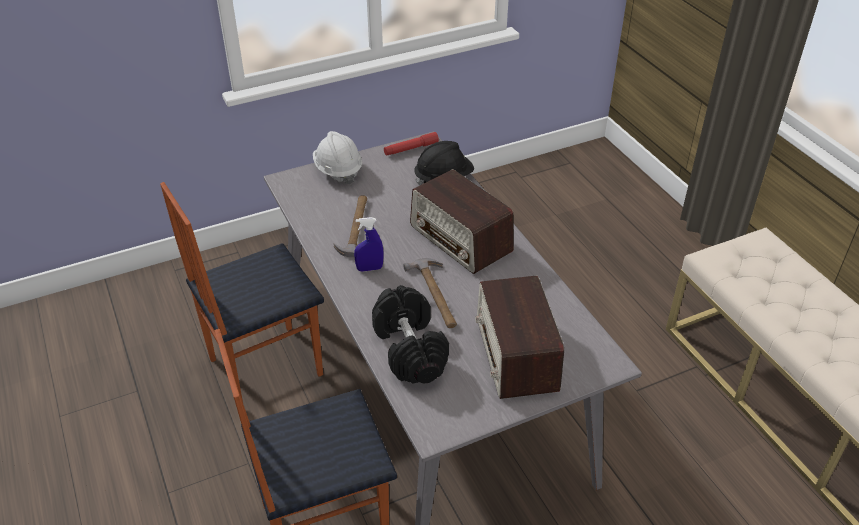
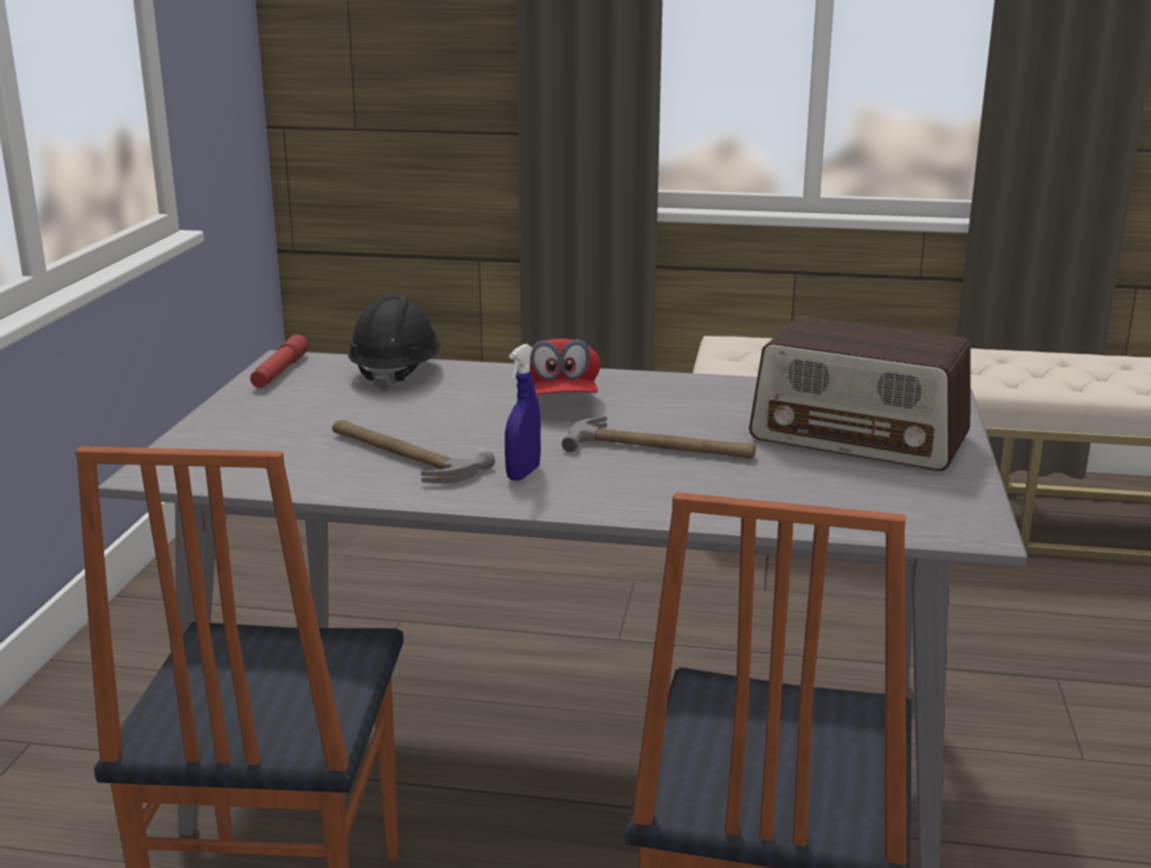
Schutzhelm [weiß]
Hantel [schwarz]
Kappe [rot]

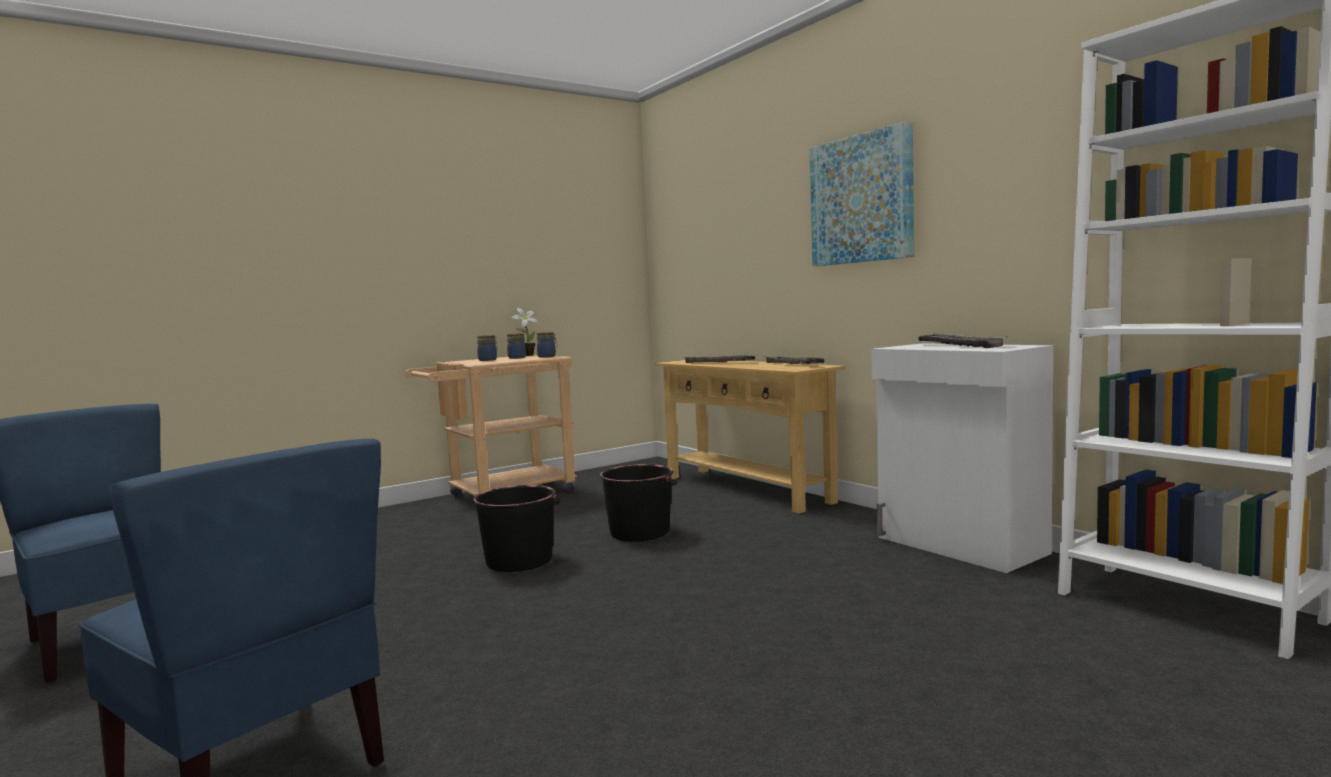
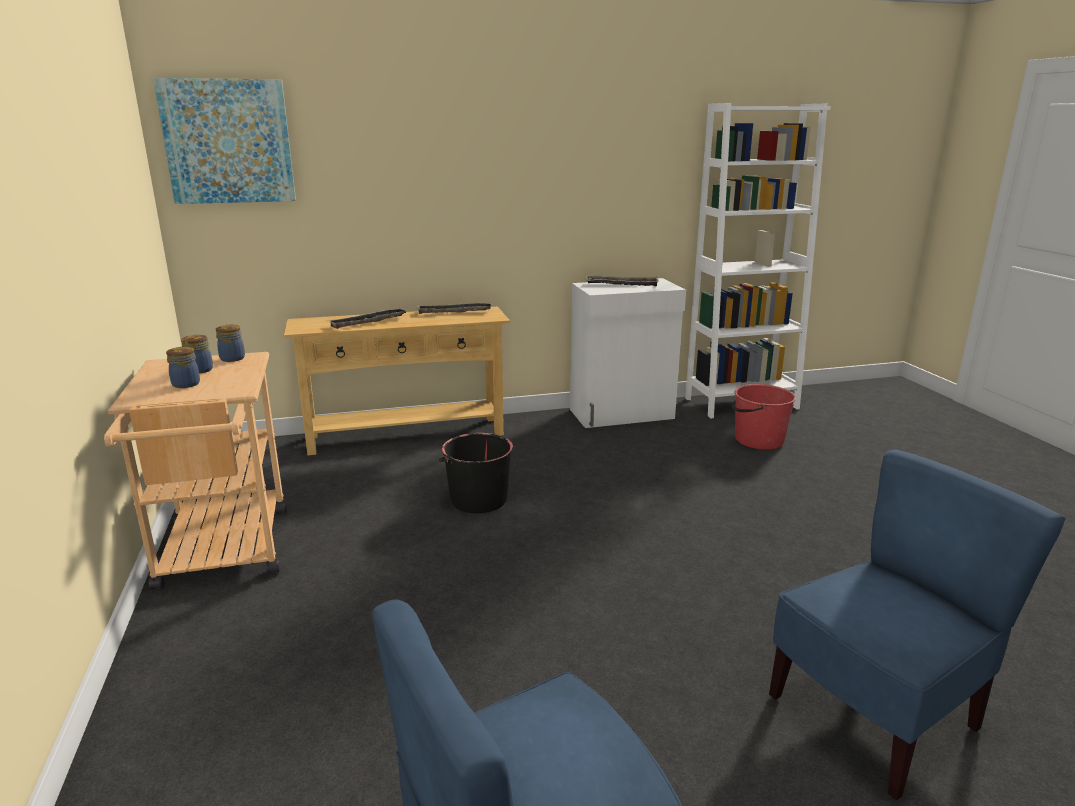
Eimer [schwarz] (no. 1 from left in the first image)
Topfpflanze
Bild
Eimer [rot]

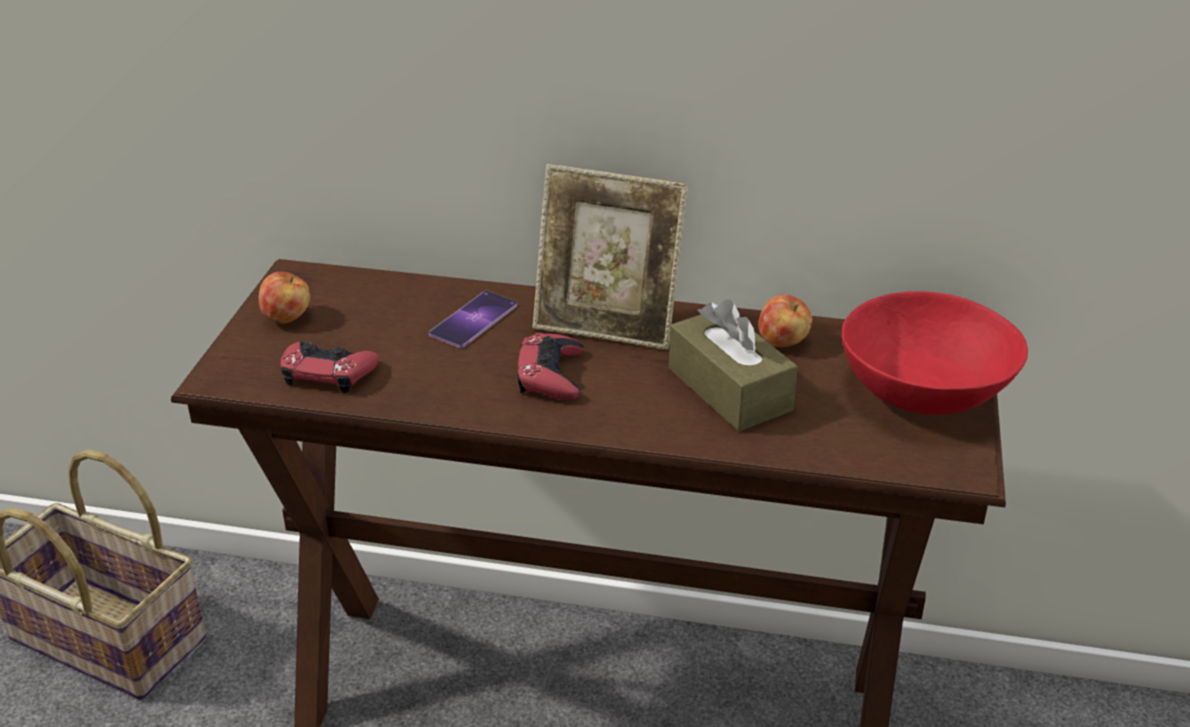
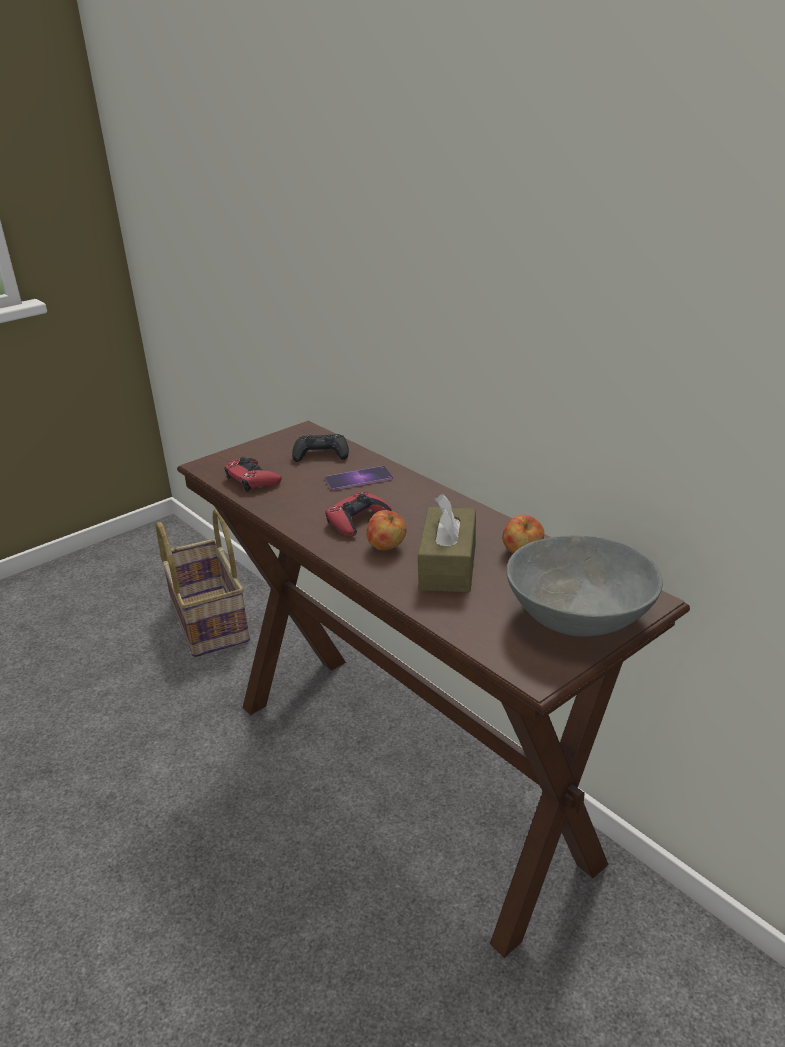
Apfel (no. 1 from left)
Bilderrahmen
Schüssel [grau]
Gamepad [schwarz]

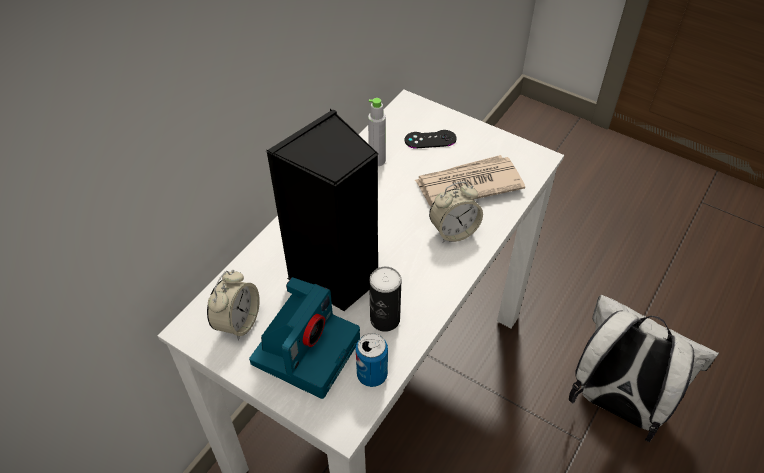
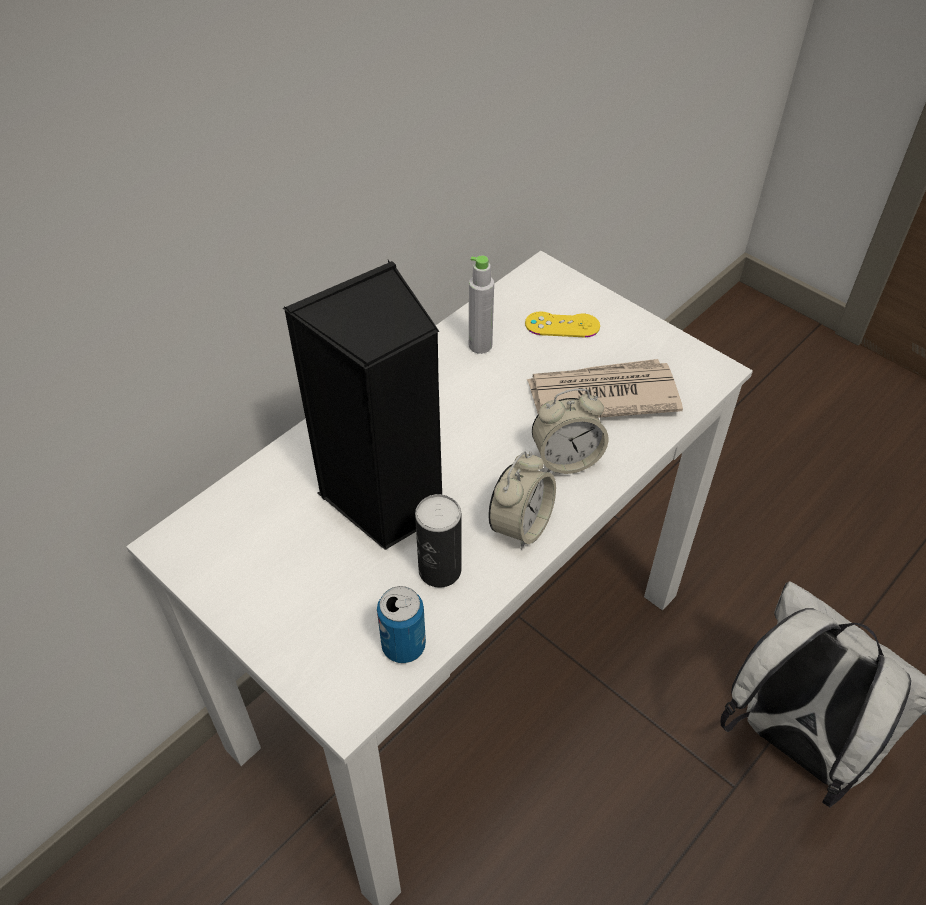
Wecker (no. 1 from left)
Kamera
Gamepad [gelb]

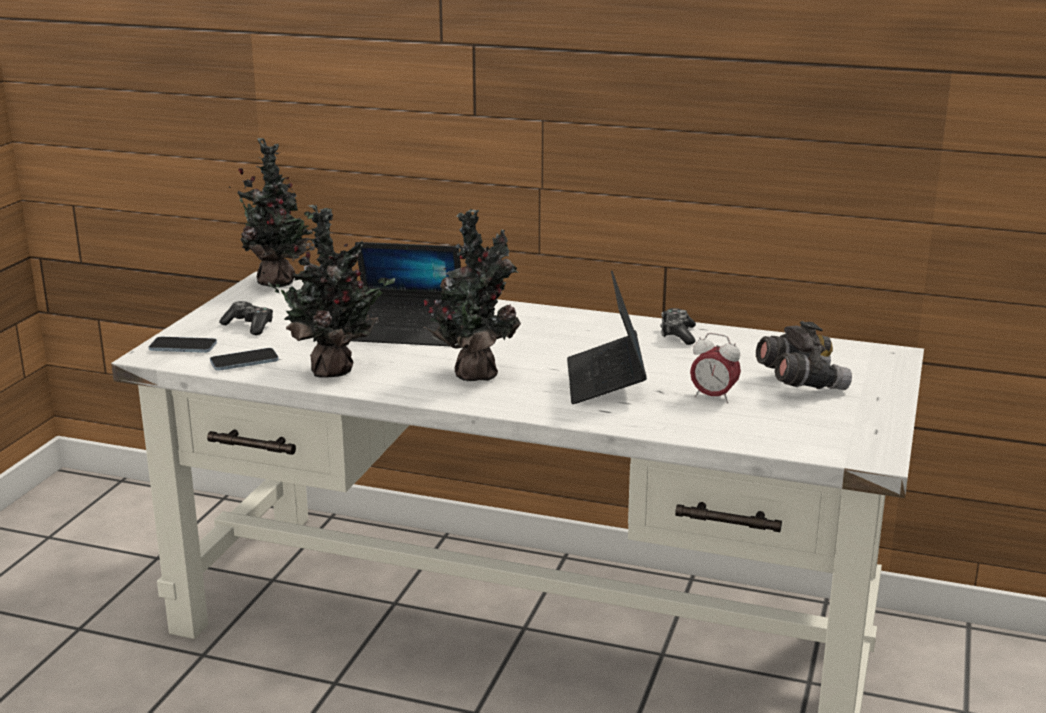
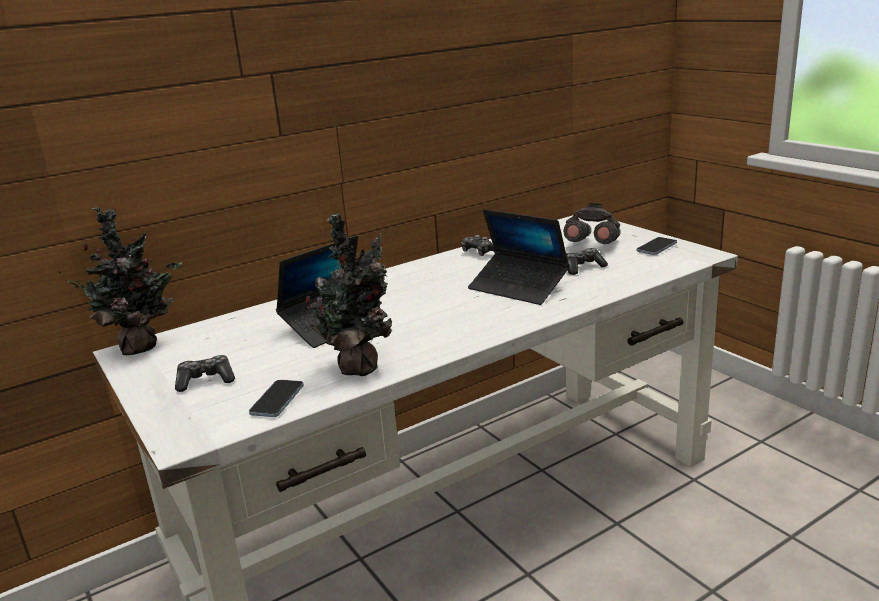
Handy (no. 2 from left)
Topfpflanze (no. 3 from left in the first image)
Gamepad (no. 3 from left)

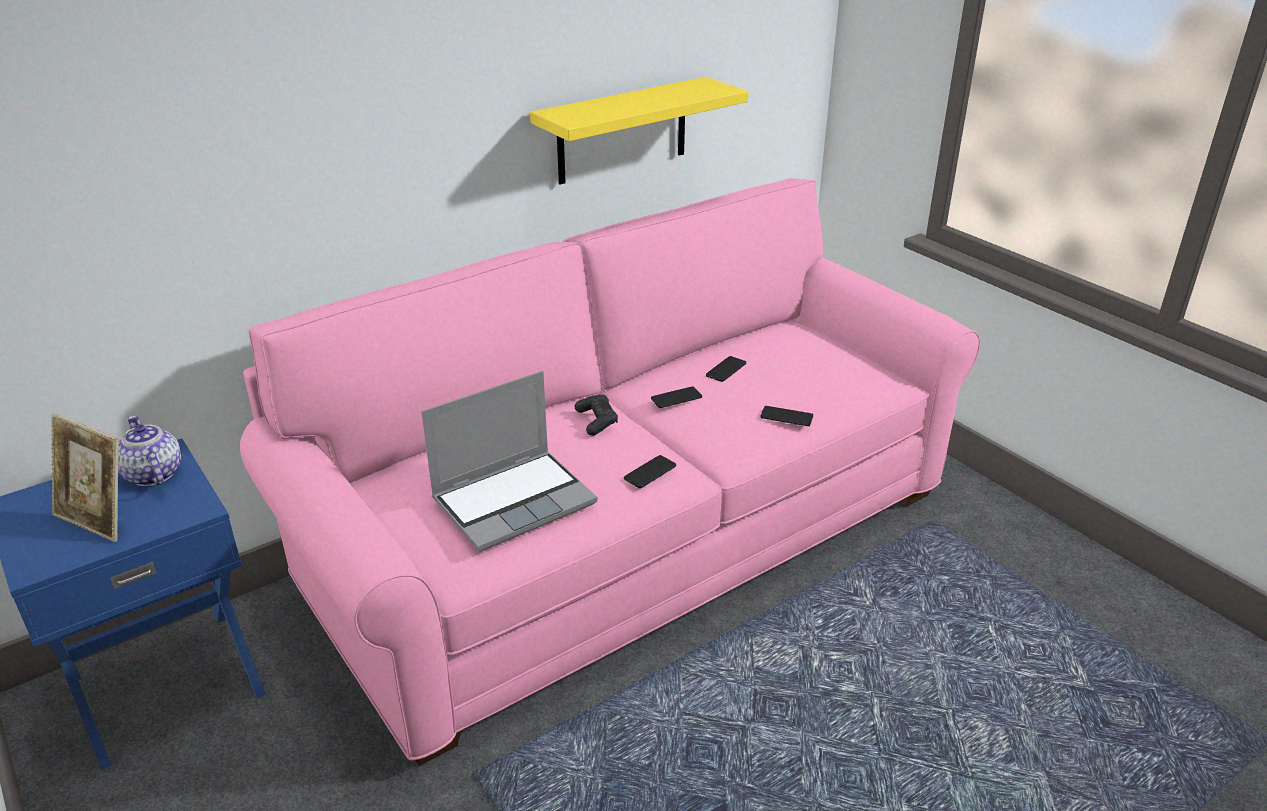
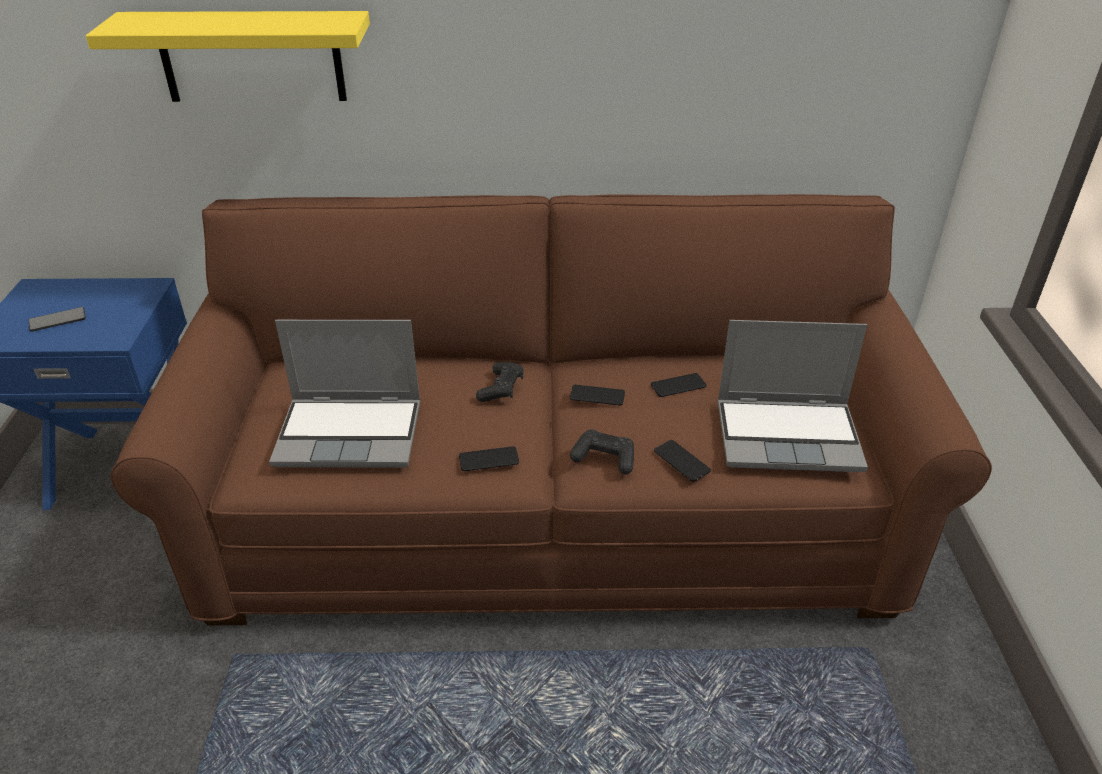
Handy (no. 1 from left)
Teekanne
Sofa [braun]
Wandregal [gelb]
Gamepad [schwarz] (no. 2 from left)
Laptop (no. 2 from left)

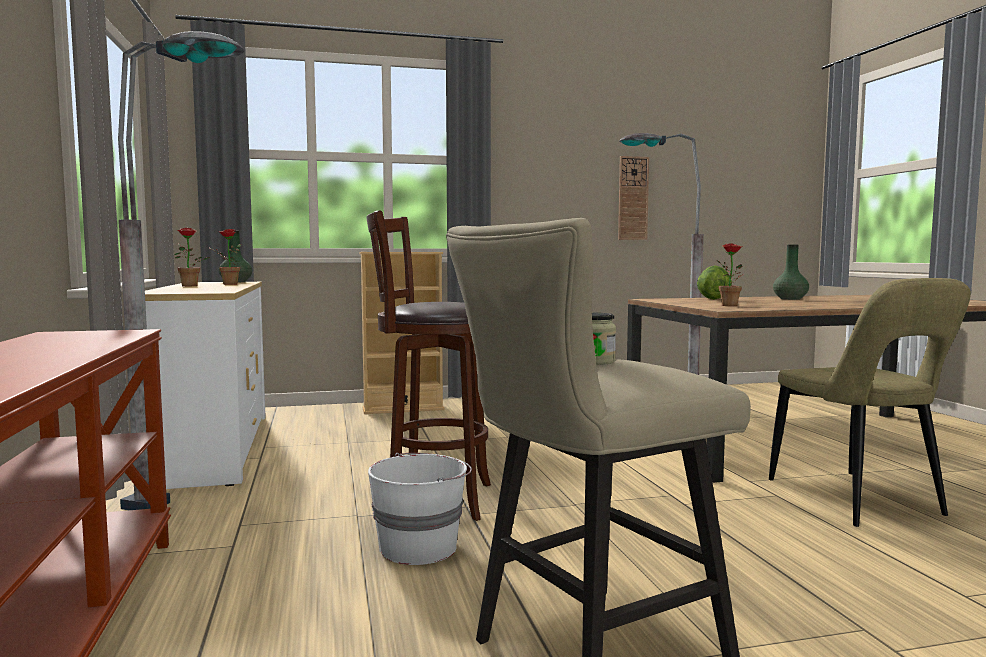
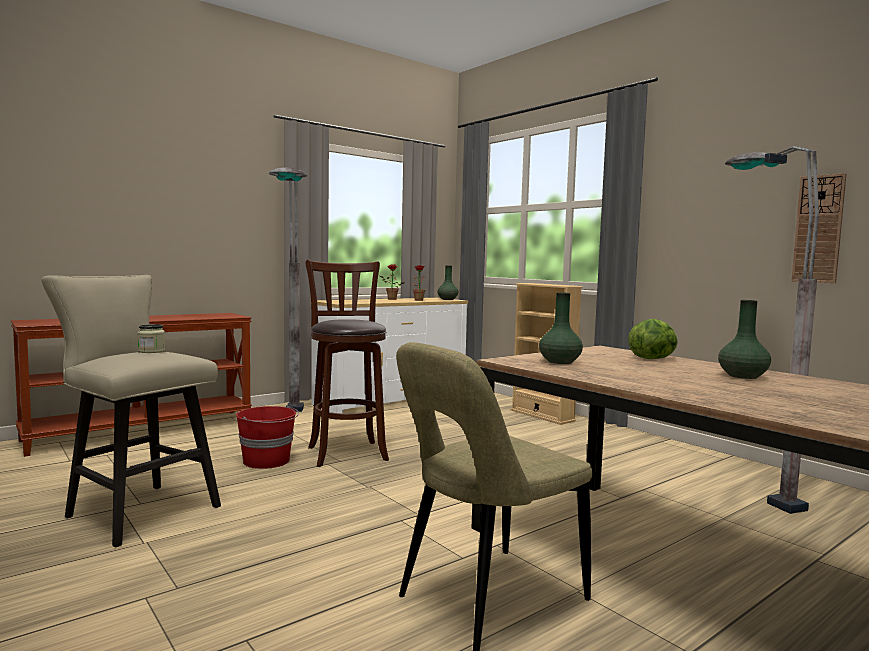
Eimer [rot]
Vase [grün] (no. 2 from left)

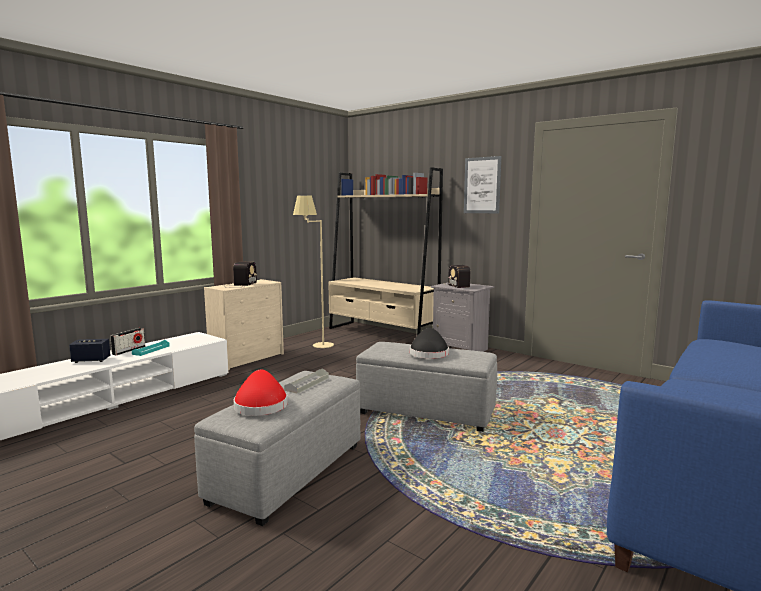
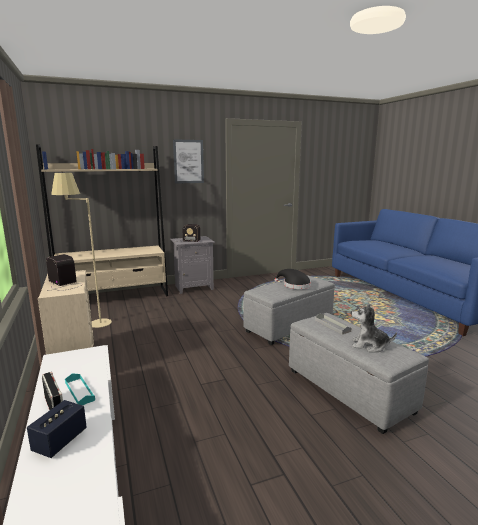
Plüschtier

